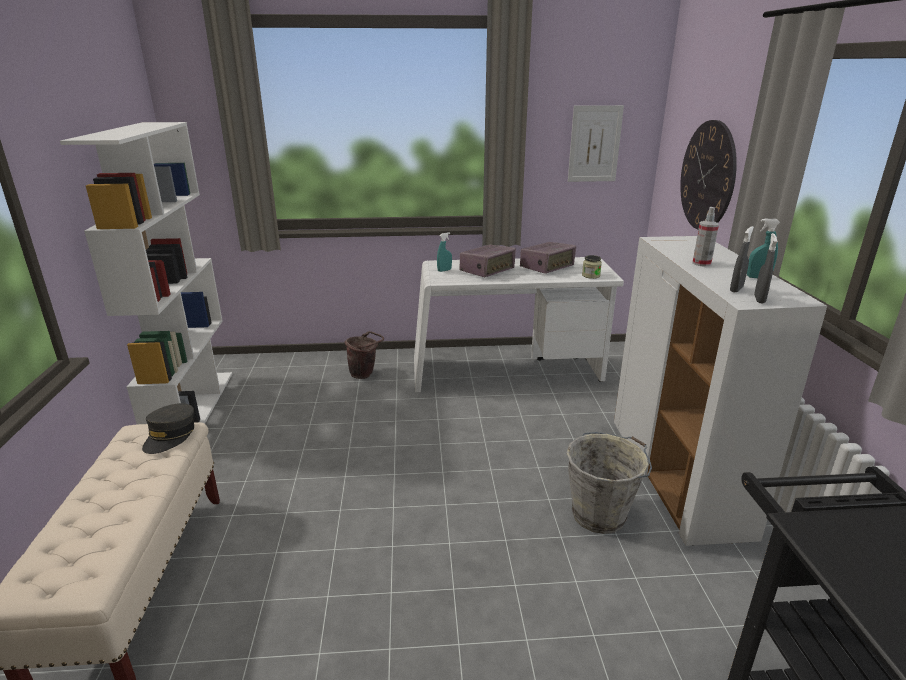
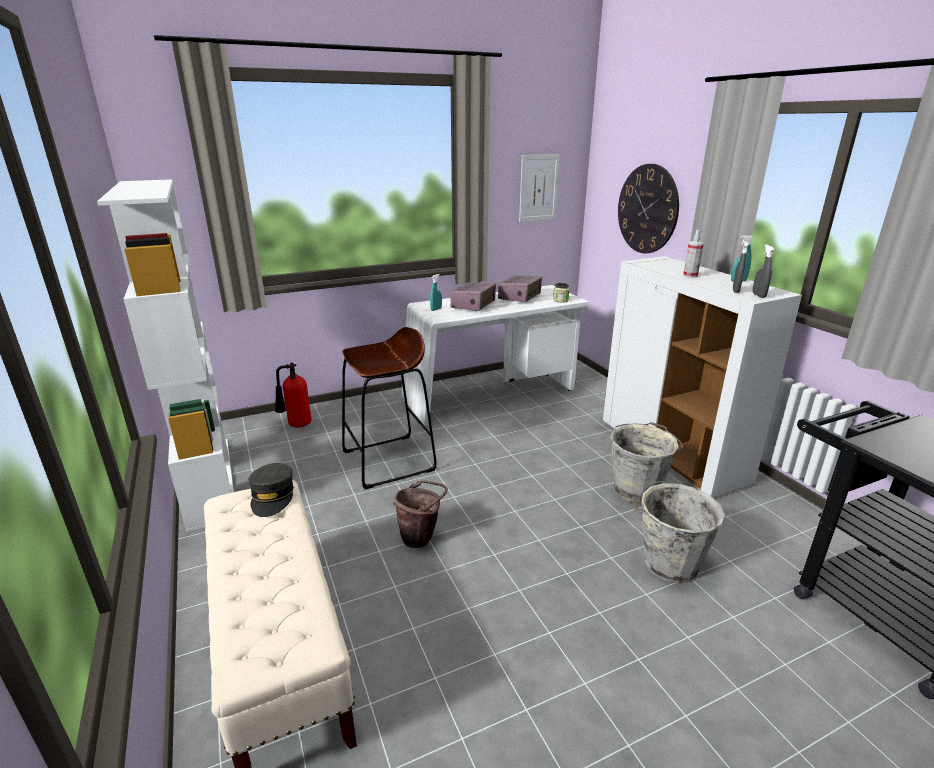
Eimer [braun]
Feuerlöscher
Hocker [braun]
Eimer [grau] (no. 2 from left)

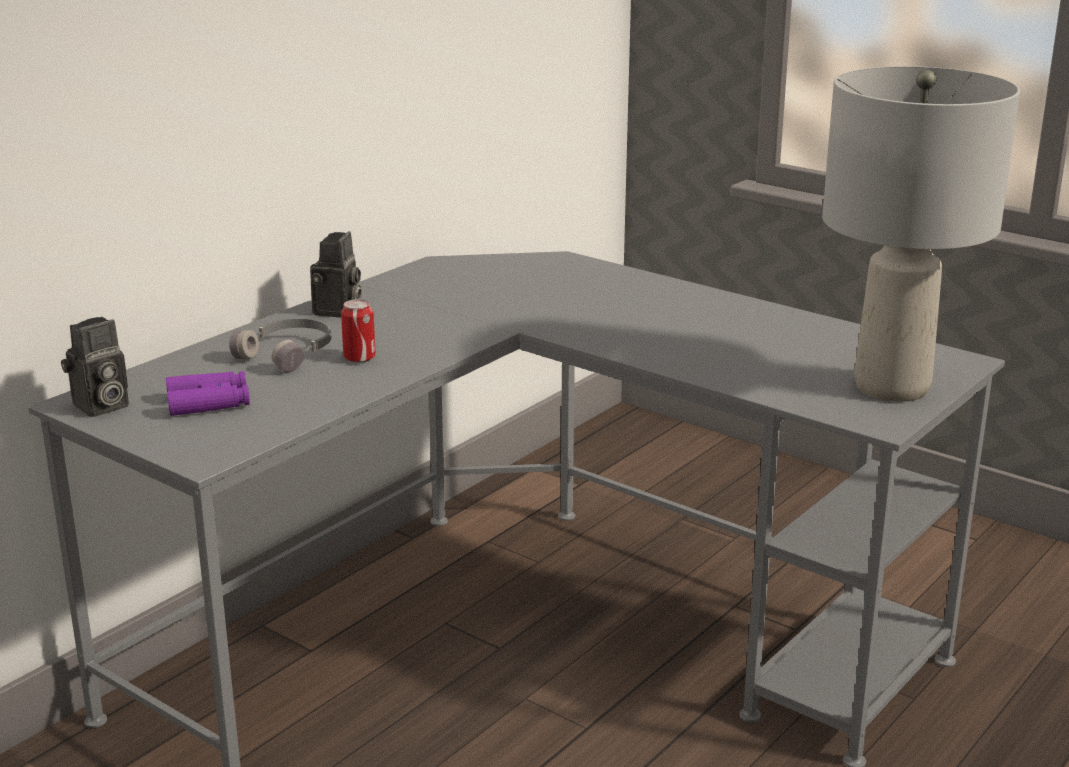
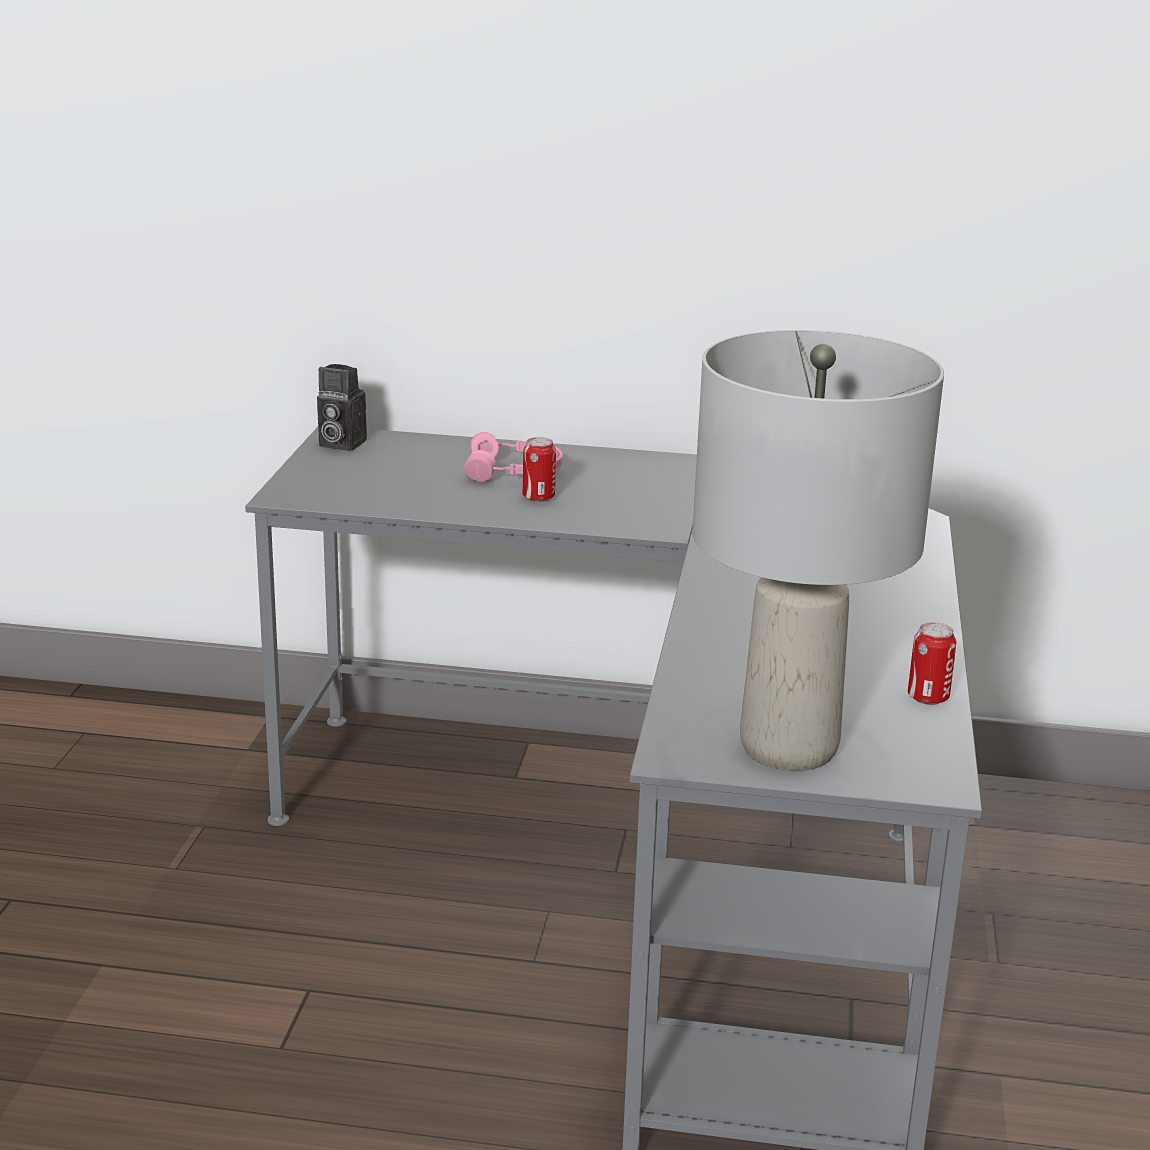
Fernglas [lila]
Kopfhörer [rosa]
Kamera (no. 2 from left in the first image)
Dose (no. 2 from left)

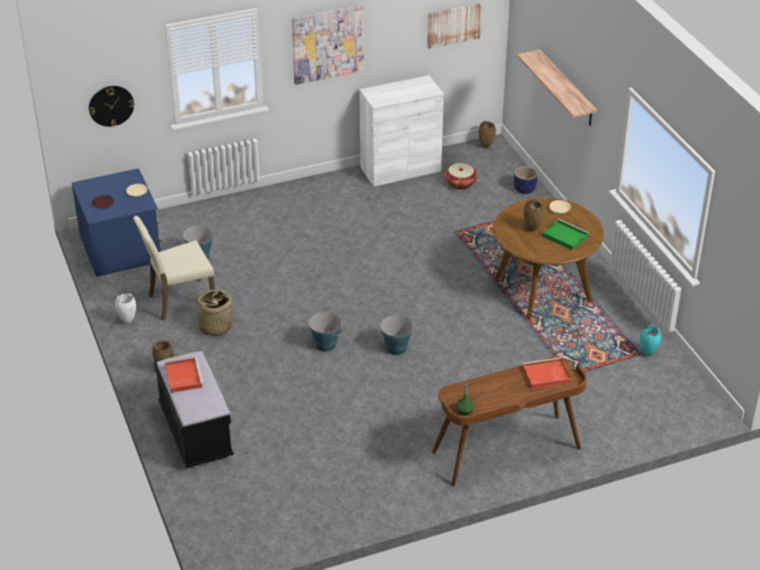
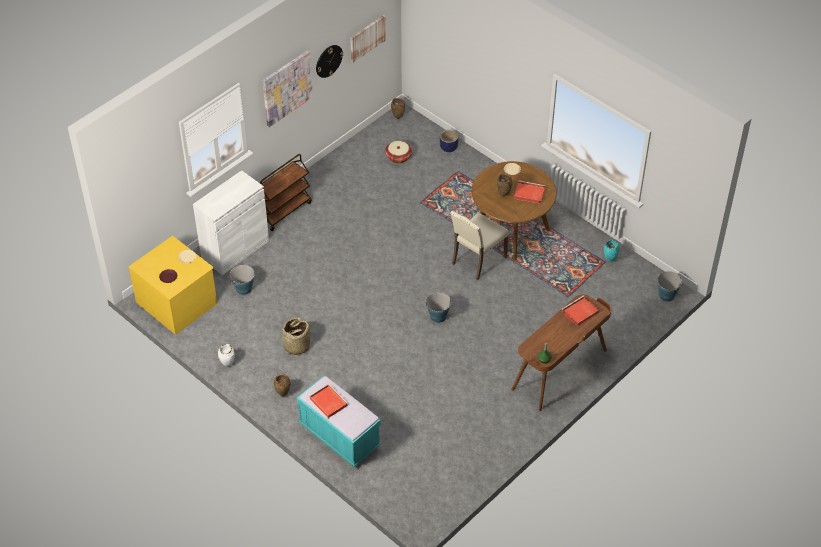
Kommode [gelb]
Wanduhr
Stuhl [beige]
Bank [türkis]
Eimer (no. 3 from left)
Schrank [weiß]
Wandregal
Tablett [rot] (no. 2 from left)
Rollwagen [braun]

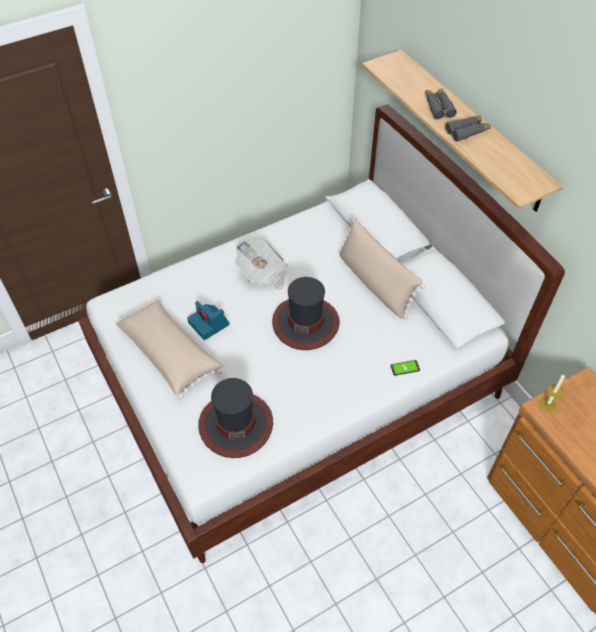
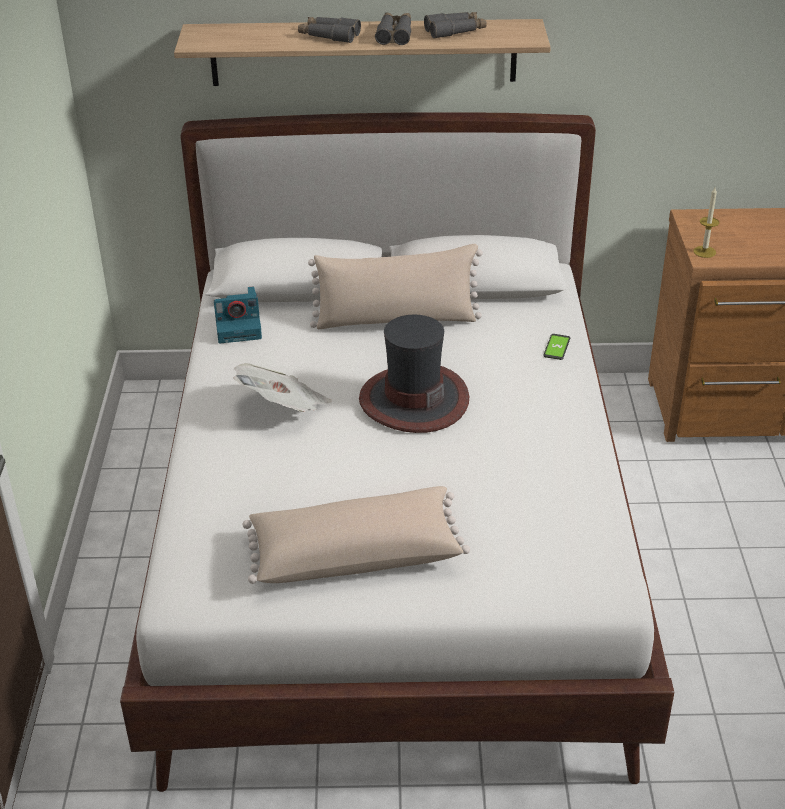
Kamera
Hut (no. 1 from left in the first image)
Fernglas [grau] (no. 3 from left)

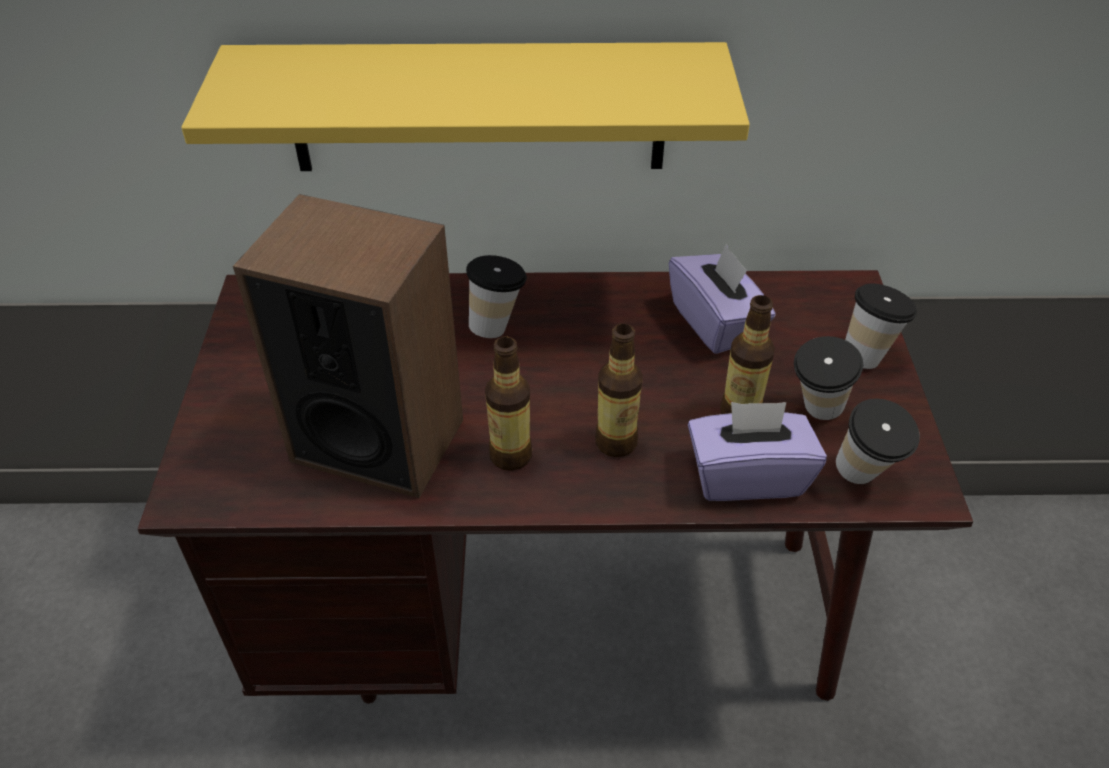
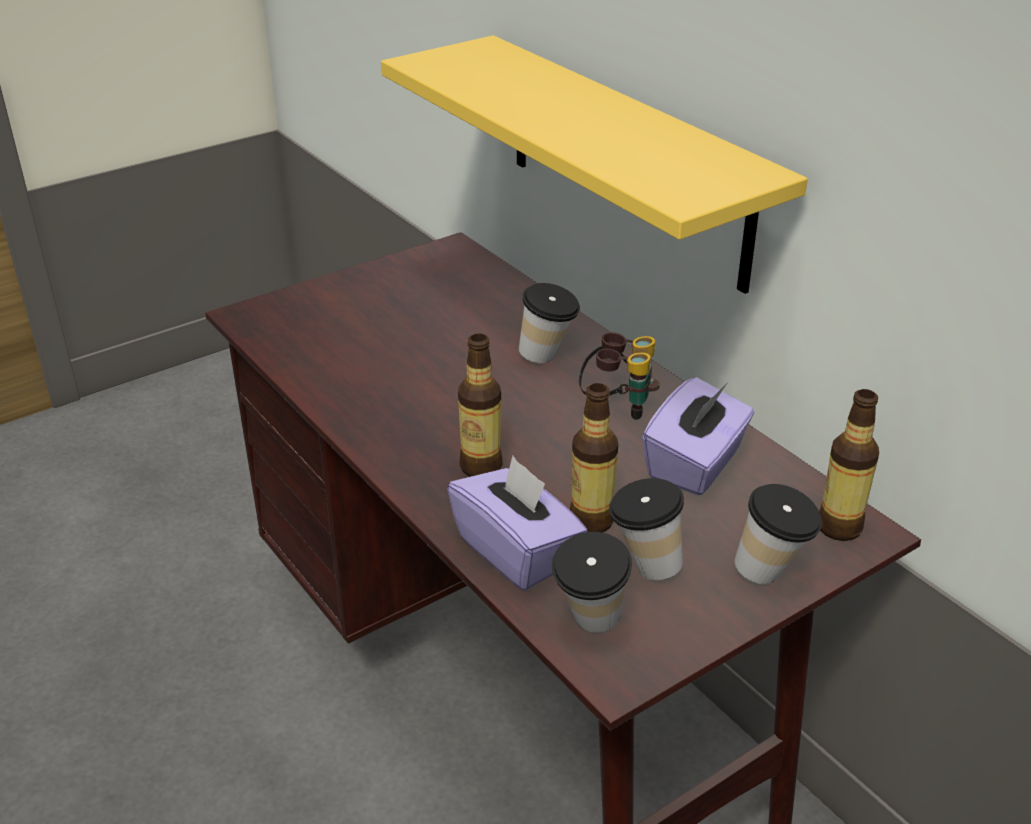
Lautsprecher
Flasche (no. 3 from left)
Fernglas

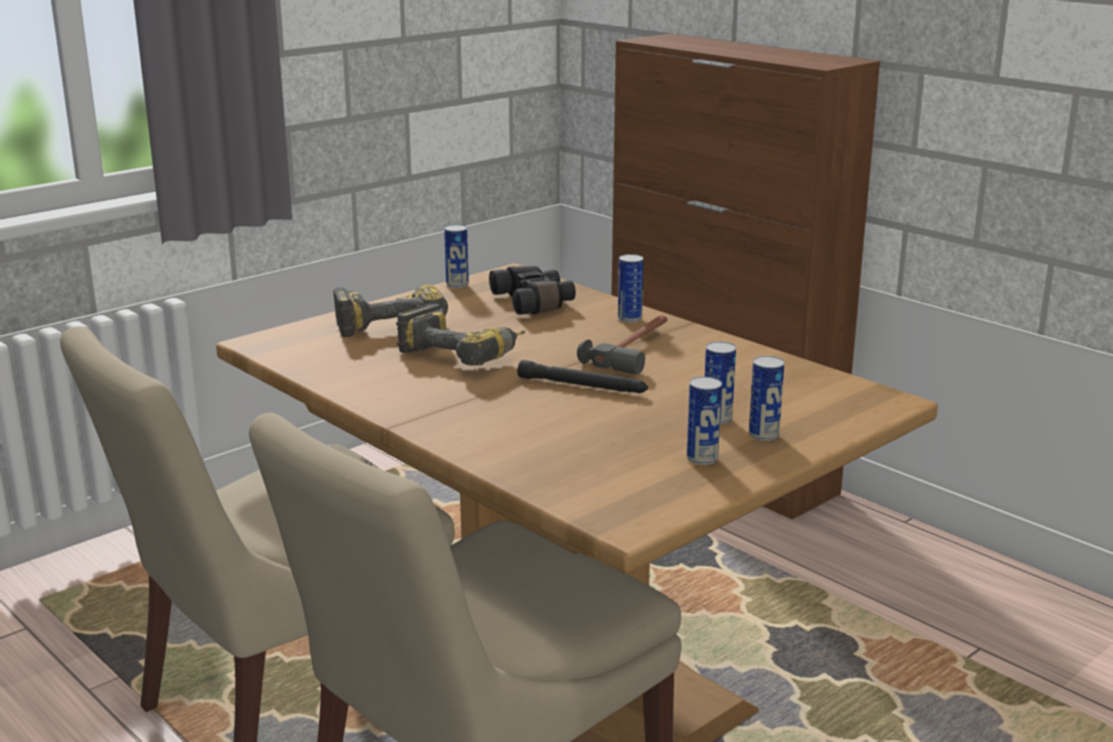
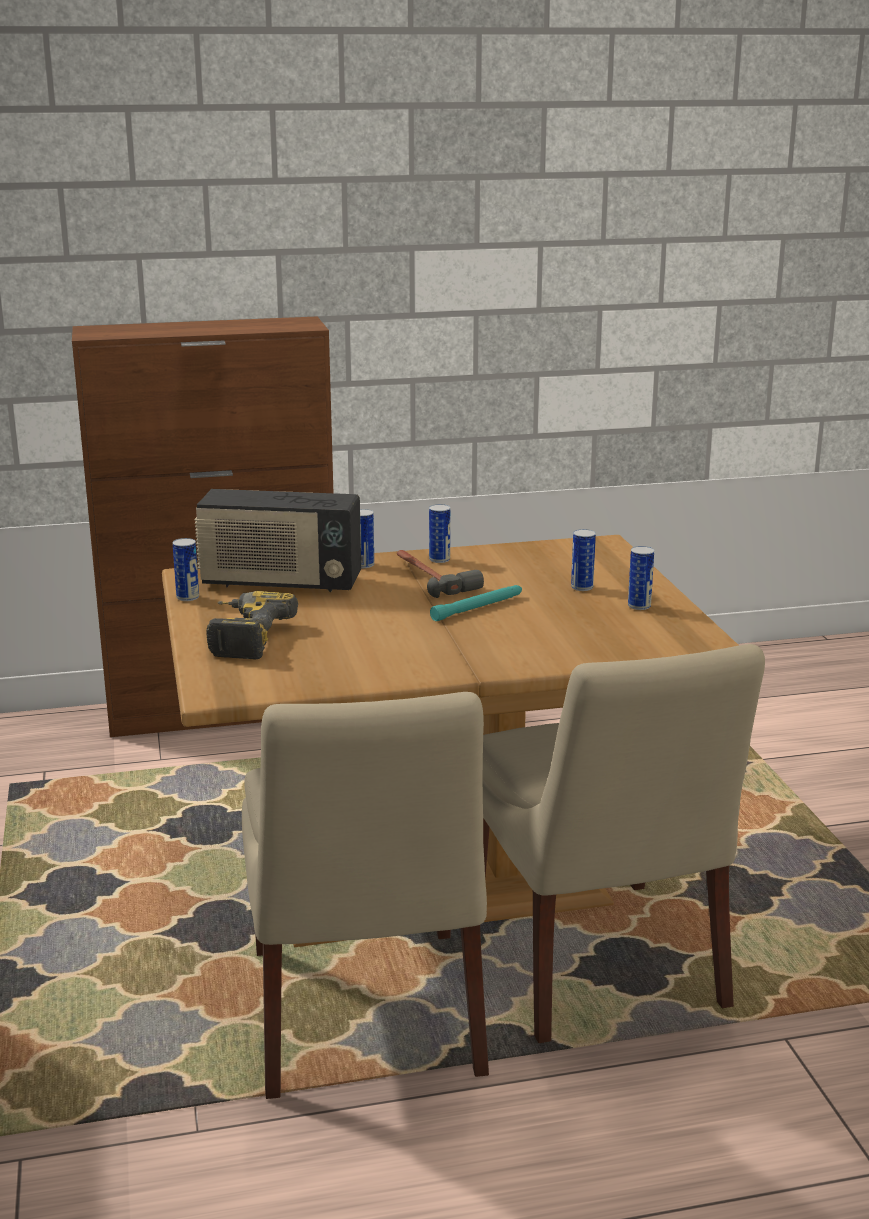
Bohrmaschine (no. 2 from left in the first image)
Radio
Taschenlampe [türkis]
Dose (no. 3 from left)

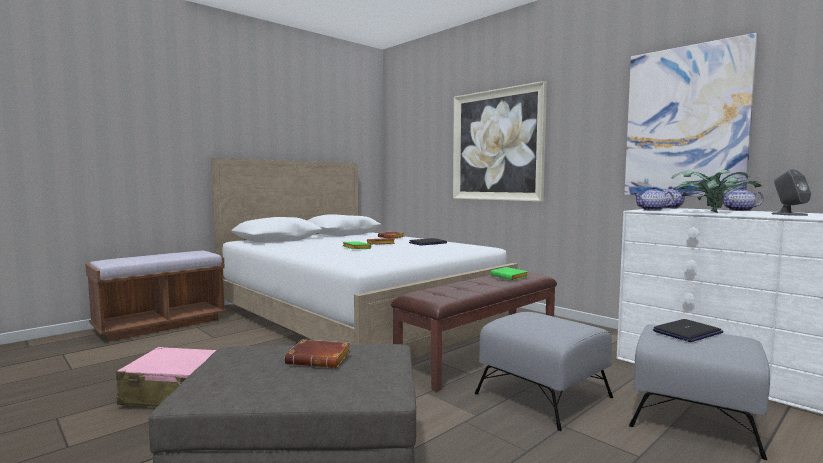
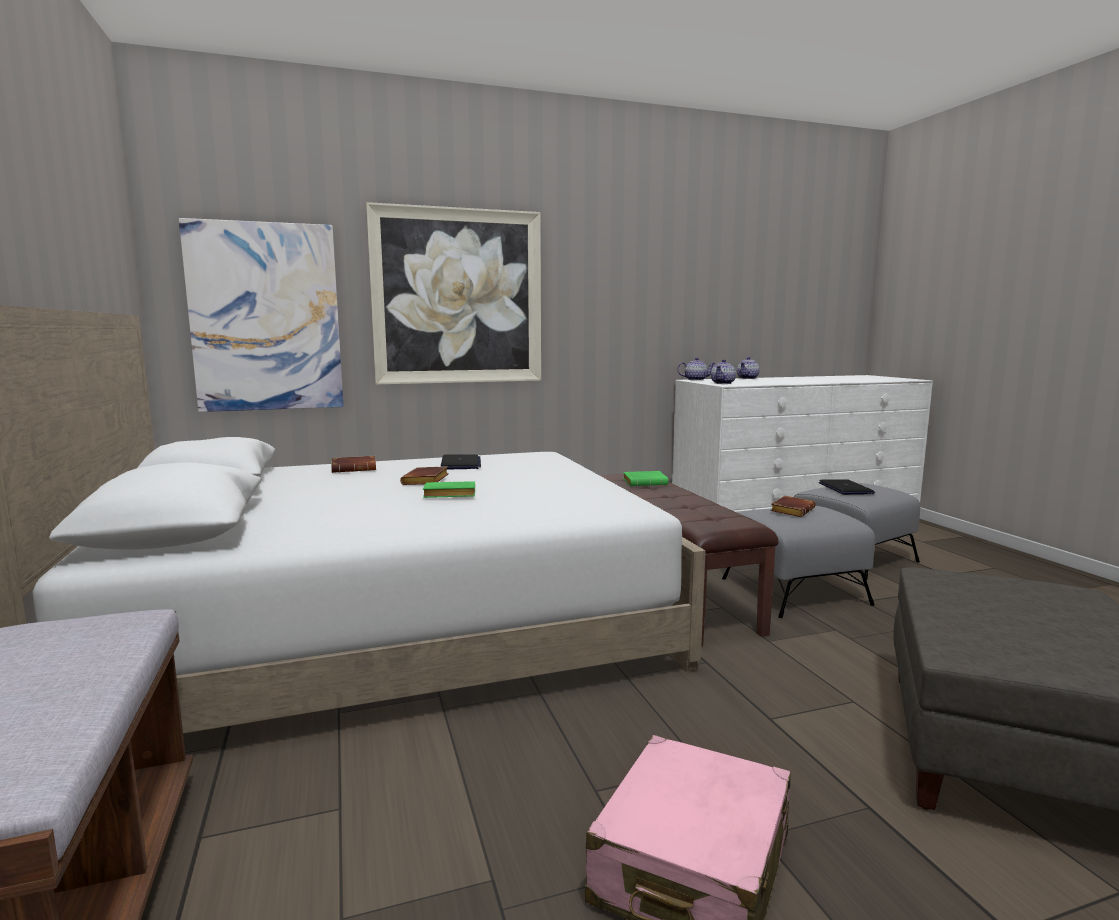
Buch [braun] (no. 3 from left)
Bild (no. 1 from left)
Topfpflanze
Lautsprecher [grau]

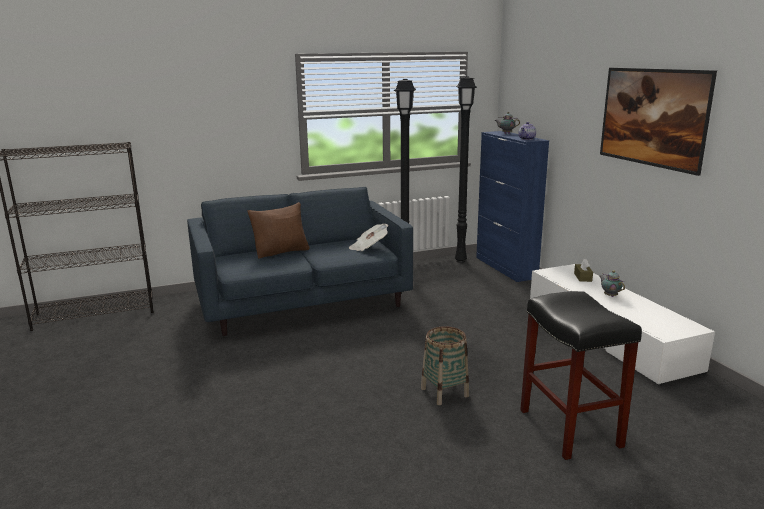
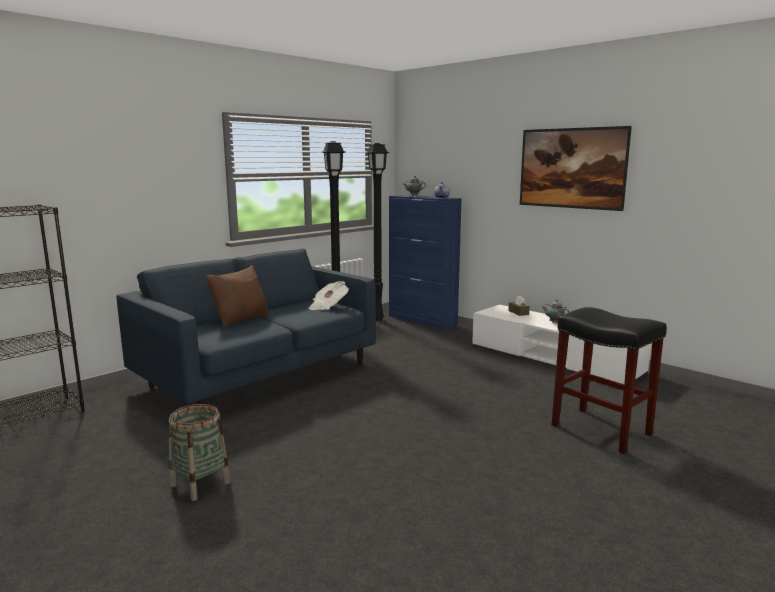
Korb

